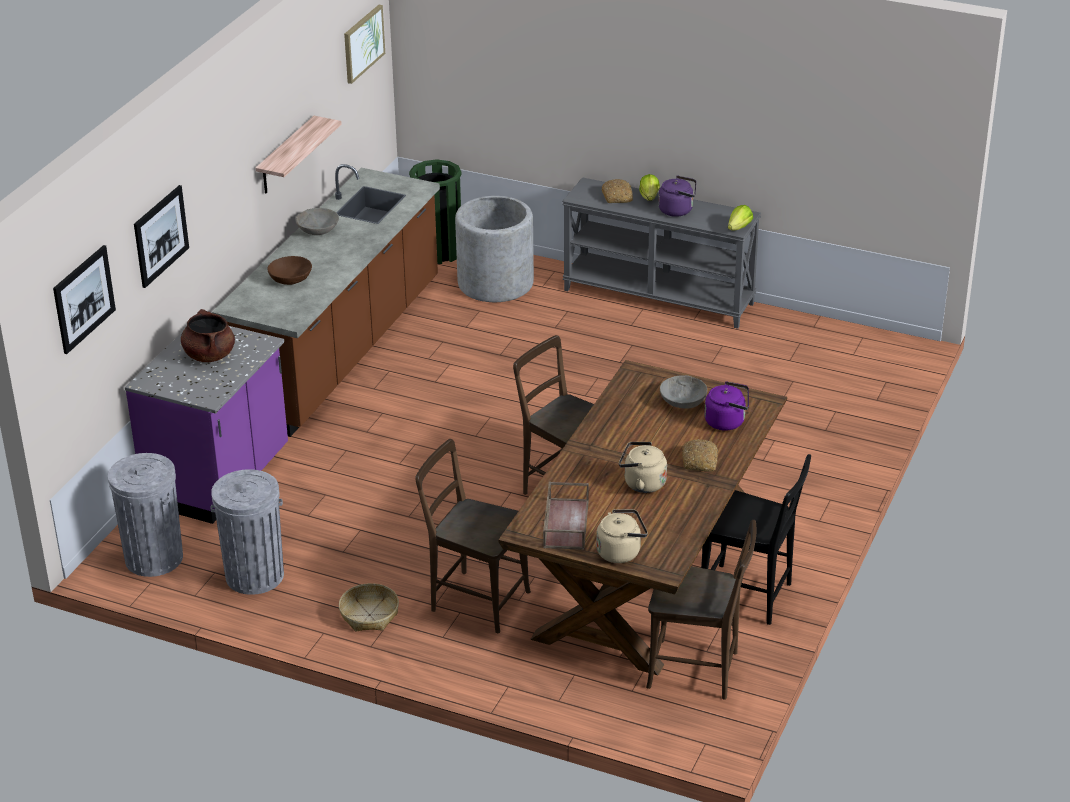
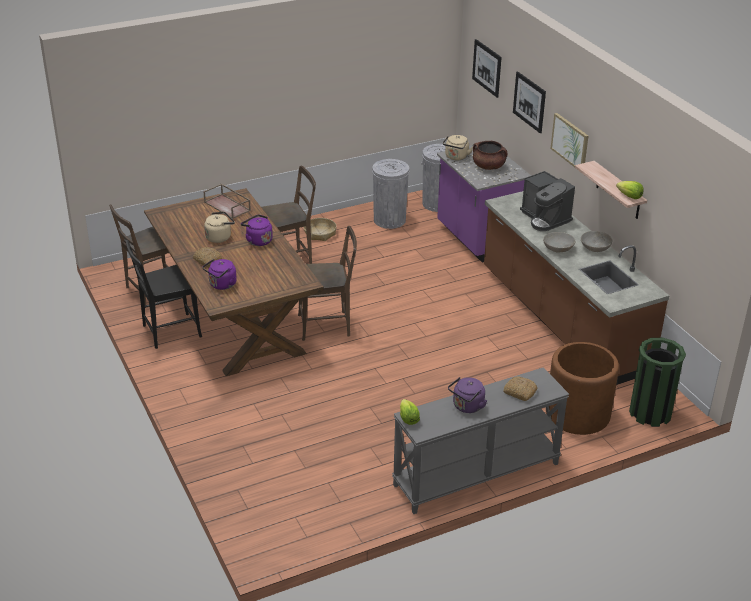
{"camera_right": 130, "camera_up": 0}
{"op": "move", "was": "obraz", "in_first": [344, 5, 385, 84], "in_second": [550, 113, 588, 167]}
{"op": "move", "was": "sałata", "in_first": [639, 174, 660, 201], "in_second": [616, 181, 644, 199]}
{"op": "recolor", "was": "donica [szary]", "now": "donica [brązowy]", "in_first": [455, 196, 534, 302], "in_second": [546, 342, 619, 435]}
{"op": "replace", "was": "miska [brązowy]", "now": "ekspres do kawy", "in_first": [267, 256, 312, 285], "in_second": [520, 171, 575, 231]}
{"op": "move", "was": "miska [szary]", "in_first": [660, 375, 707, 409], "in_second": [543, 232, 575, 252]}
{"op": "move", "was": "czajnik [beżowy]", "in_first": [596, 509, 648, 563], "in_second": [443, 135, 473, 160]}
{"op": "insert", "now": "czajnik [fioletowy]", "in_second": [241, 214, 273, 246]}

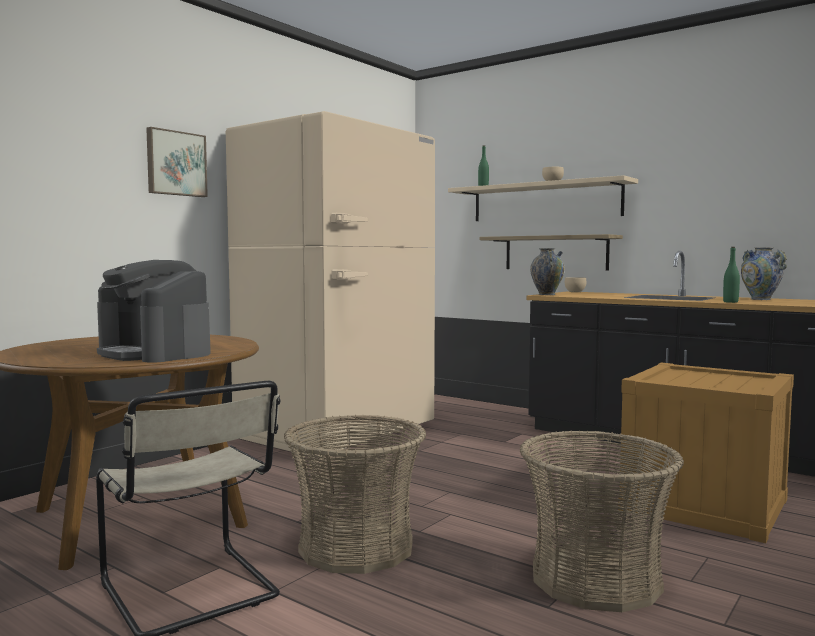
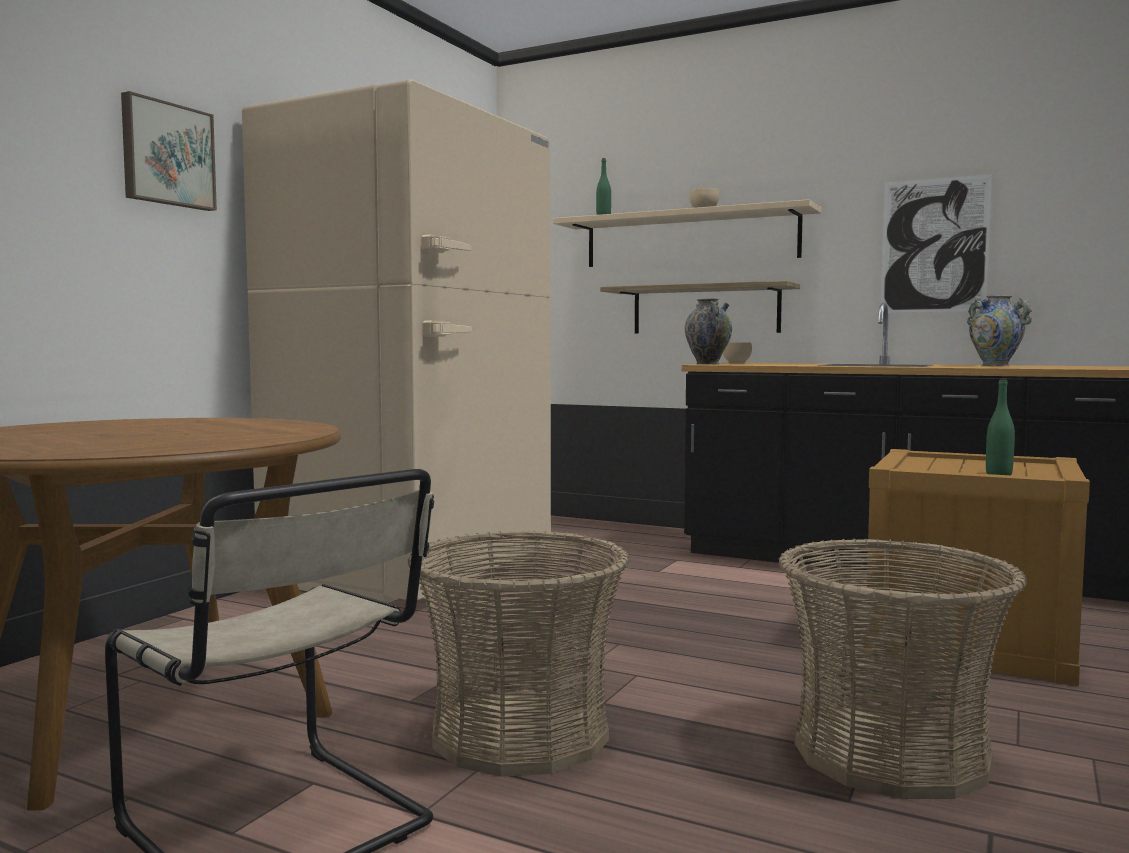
{"camera_right": -10, "camera_up": 0}
{"op": "move", "was": "butelka [zielony]", "in_first": [723, 247, 740, 303], "in_second": [986, 378, 1015, 475]}
{"op": "delete", "was": "ekspres do kawy", "in_first": [97, 260, 211, 363]}
{"op": "insert", "now": "obraz", "in_second": [881, 174, 992, 313]}

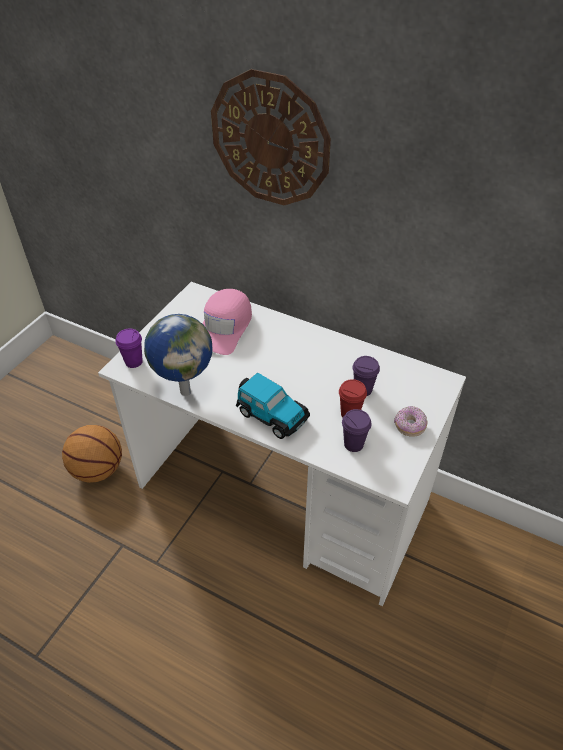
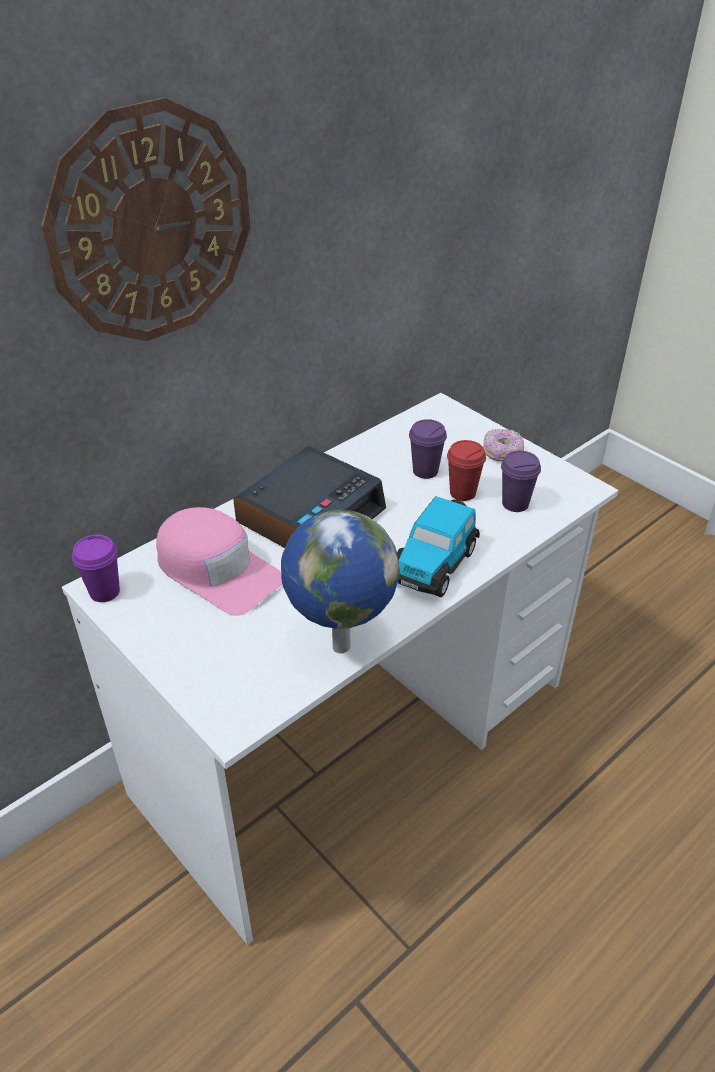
{"camera_right": -70, "camera_up": -5}
{"op": "move", "was": "filiżanka [fioletowy]", "in_first": [116, 328, 143, 368], "in_second": [72, 535, 120, 602]}
{"op": "rotate", "was": "samochodzik", "in_first": [236, 373, 310, 439], "in_second": [397, 496, 480, 597], "clockwise": 150}
{"op": "delete", "was": "piłka do koszykówki", "in_first": [62, 425, 122, 483]}
{"op": "insert", "now": "budzik", "in_second": [233, 446, 386, 548]}

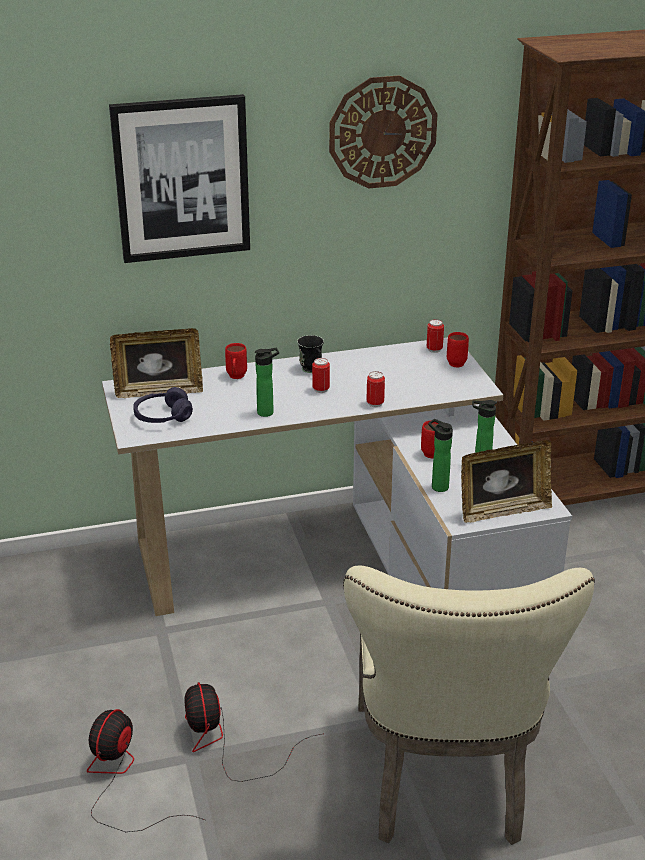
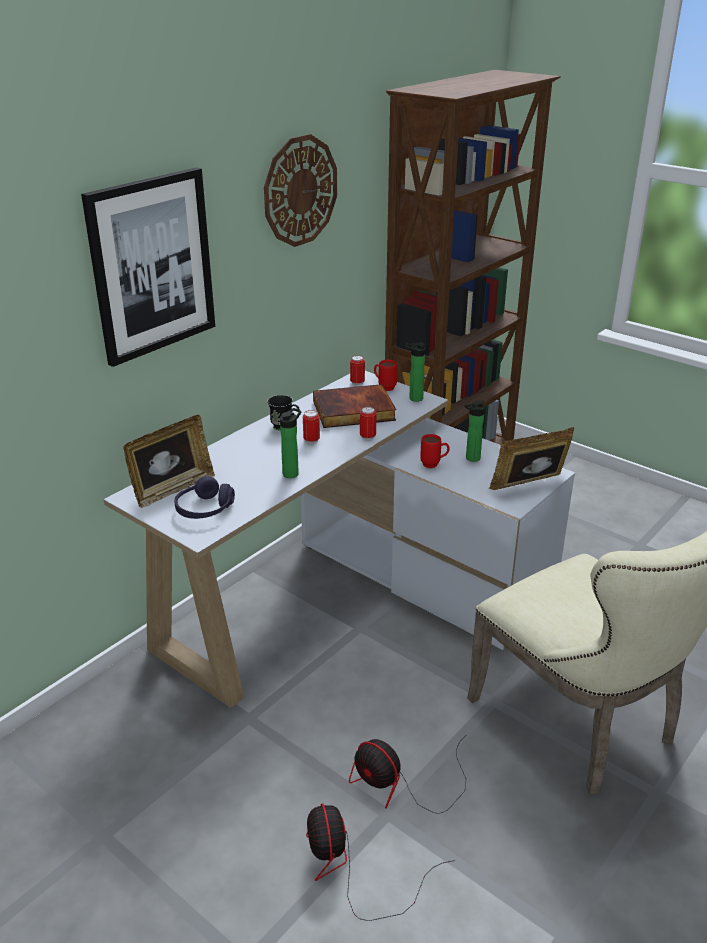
{"camera_right": -35, "camera_up": 0}
{"op": "delete", "was": "kubek [czerwony]", "in_first": [225, 343, 247, 379]}
{"op": "move", "was": "butelka", "in_first": [428, 419, 453, 492], "in_second": [406, 342, 426, 402]}
{"op": "rotate", "was": "ramka na zdjęcie", "in_first": [461, 440, 552, 523], "in_second": [489, 427, 575, 490], "clockwise": -150}
{"op": "insert", "now": "książka", "in_second": [313, 384, 396, 428]}

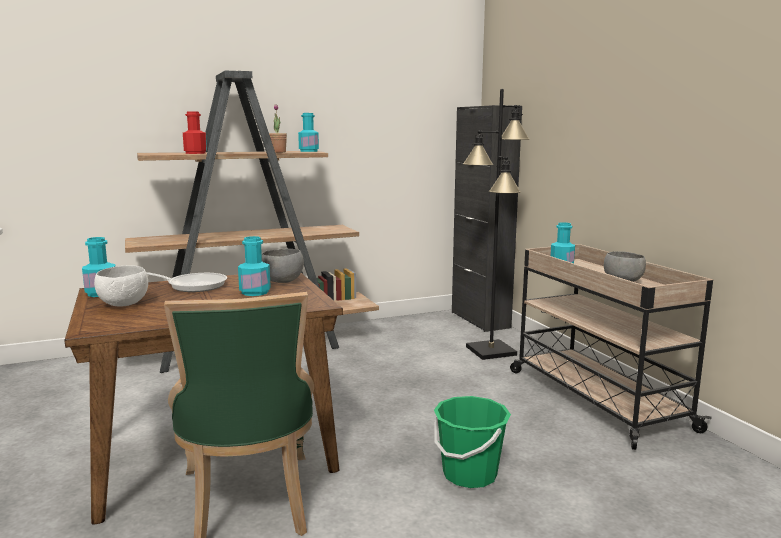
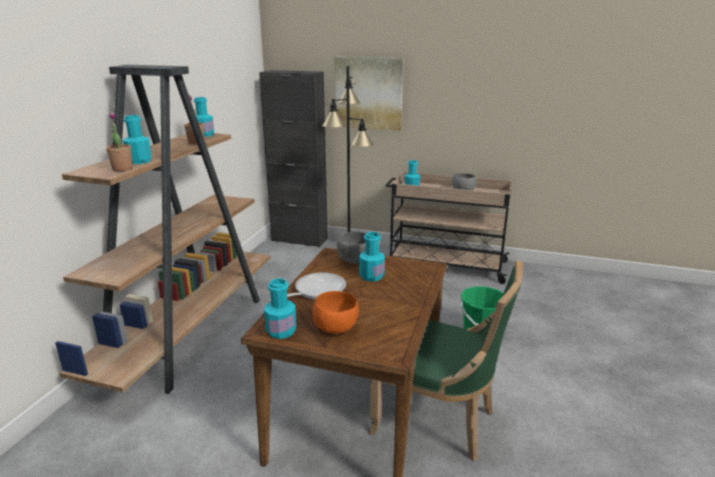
{"camera_right": -50, "camera_up": 10}
{"op": "recolor", "was": "butelka [czerwony]", "now": "butelka [turkusowy]", "in_first": [183, 112, 207, 154], "in_second": [123, 115, 152, 164]}
{"op": "recolor", "was": "miska [biały]", "now": "miska [pomarańczowy]", "in_first": [94, 265, 148, 307], "in_second": [312, 291, 359, 334]}
{"op": "insert", "now": "obraz", "in_second": [335, 57, 404, 131]}
{"op": "insert", "now": "roślina doniczkowa", "in_second": [106, 112, 132, 171]}

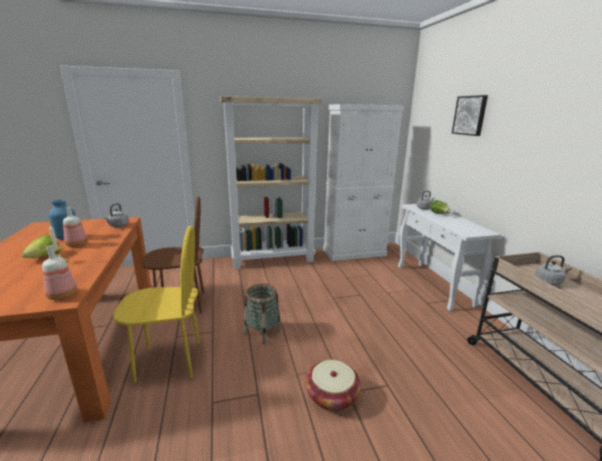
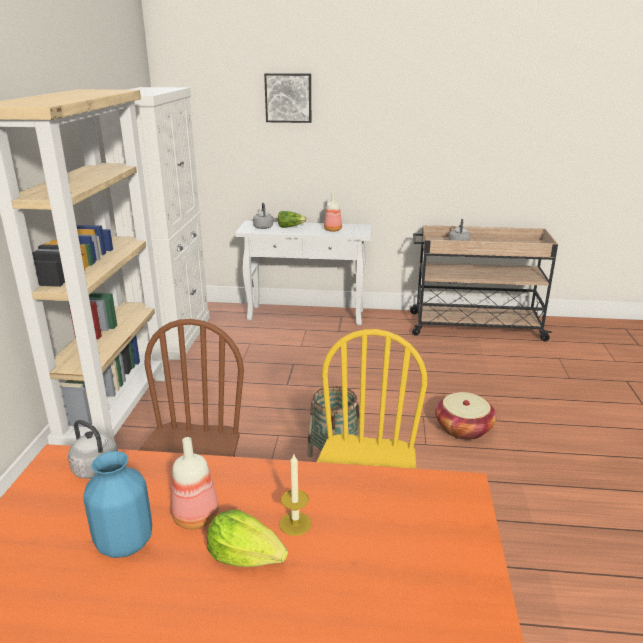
{"camera_right": -70, "camera_up": 5}
{"op": "move", "was": "butelka", "in_first": [42, 245, 77, 300], "in_second": [324, 193, 342, 232]}

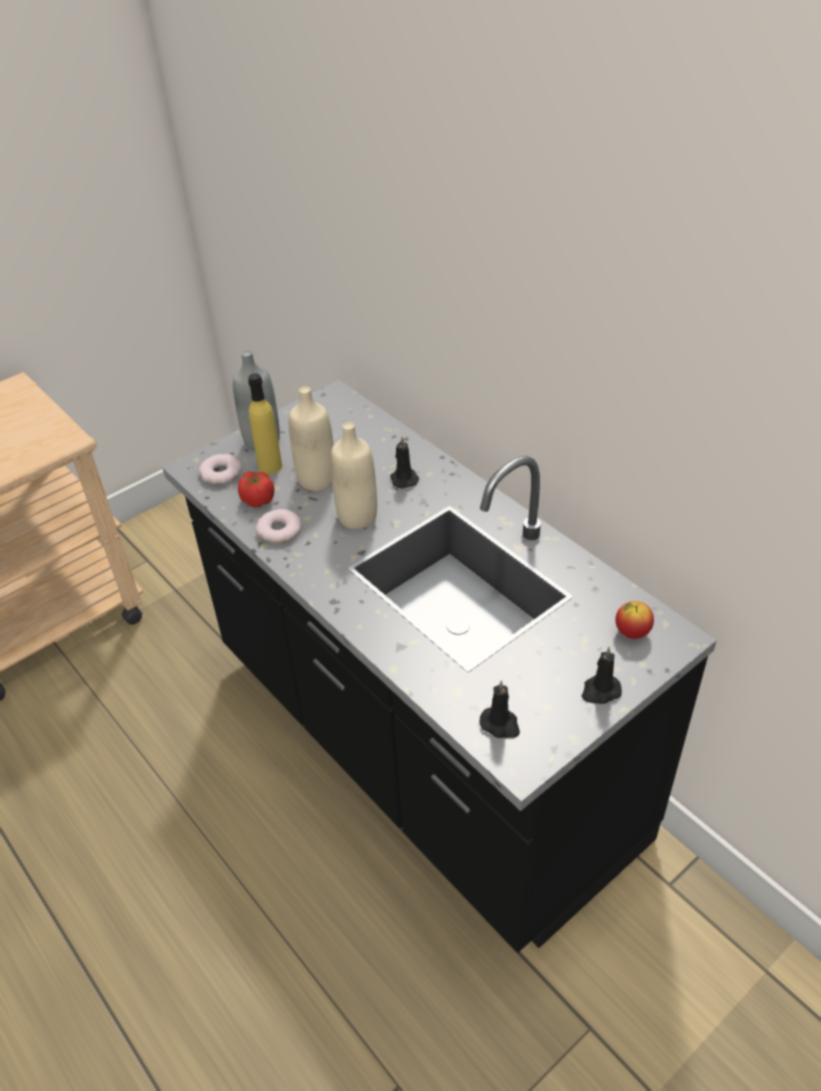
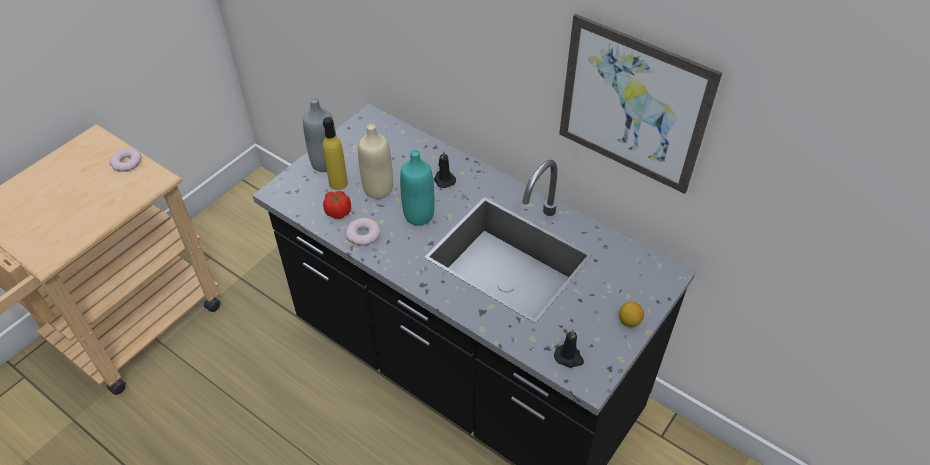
{"camera_right": -15, "camera_up": 5}
{"op": "recolor", "was": "butelka [beżowy]", "now": "butelka [turkusowy]", "in_first": [331, 422, 377, 529], "in_second": [400, 150, 435, 226]}
{"op": "move", "was": "donut", "in_first": [199, 454, 242, 484], "in_second": [109, 148, 142, 172]}
{"op": "delete", "was": "jabłko", "in_first": [615, 601, 654, 639]}
{"op": "replace", "was": "świeca [czarny]", "now": "cytryna", "in_first": [582, 647, 622, 704], "in_second": [619, 302, 644, 327]}
{"op": "insert", "now": "obraz", "in_second": [559, 14, 722, 194]}

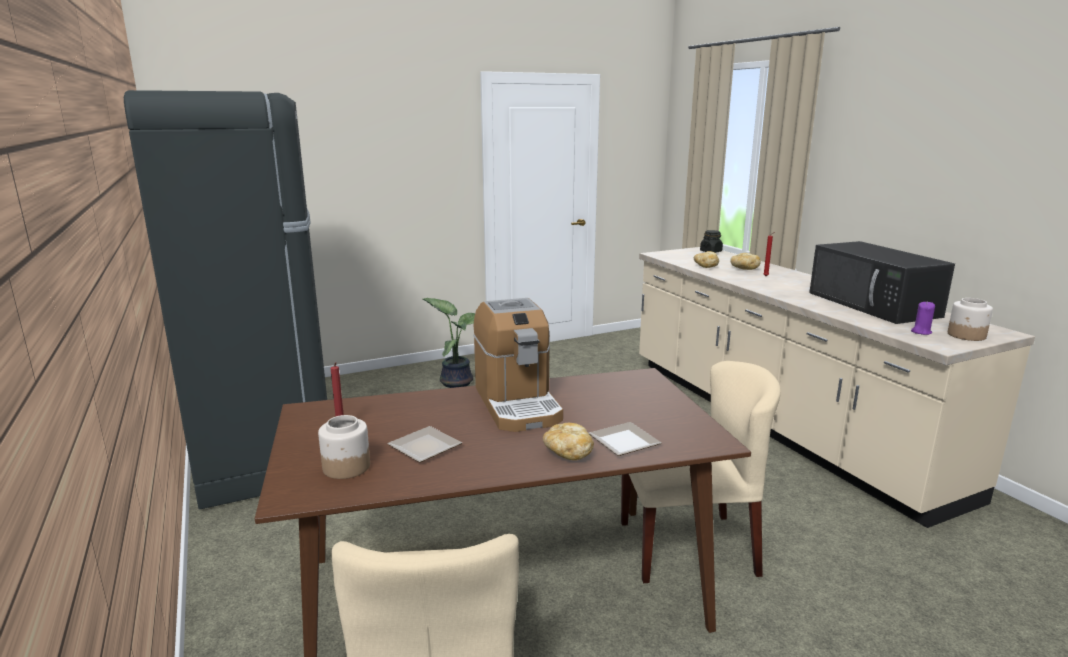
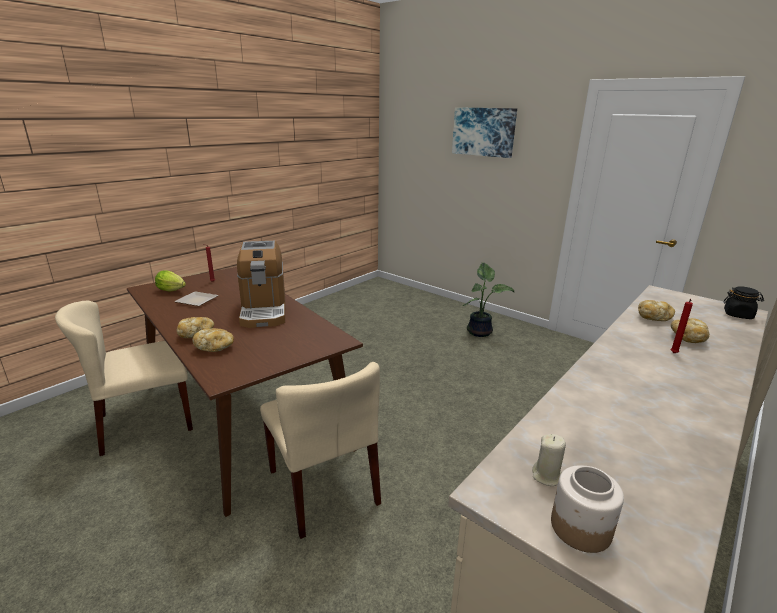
{"camera_right": 65, "camera_up": 5}
{"op": "delete", "was": "lodówka [czarny]", "in_first": [124, 90, 327, 509]}
{"op": "delete", "was": "mikrofalówka [czarny]", "in_first": [809, 241, 955, 324]}
{"op": "rotate", "was": "ekspres do kawy", "in_first": [474, 298, 563, 432], "in_second": [237, 241, 285, 328], "clockwise": -60}
{"op": "recolor", "was": "świeca [fioletowy]", "now": "świeca [beżowy]", "in_first": [911, 301, 935, 335], "in_second": [532, 434, 566, 486]}
{"op": "replace", "was": "słoik", "now": "sałata", "in_first": [318, 415, 370, 479], "in_second": [155, 270, 186, 292]}
{"op": "replace", "was": "talerz", "now": "chleb", "in_first": [589, 422, 662, 456], "in_second": [192, 328, 234, 352]}
{"op": "insert", "now": "obraz", "in_second": [452, 107, 517, 158]}

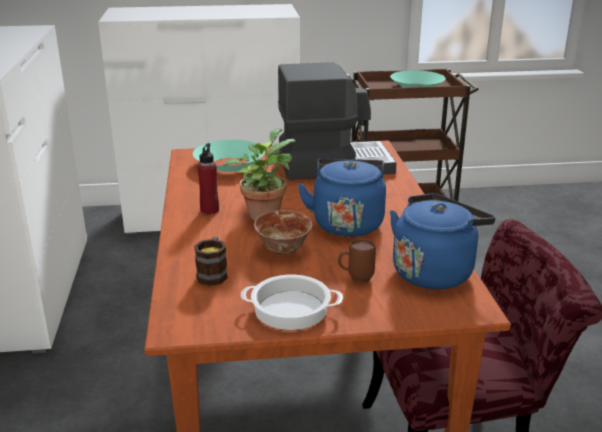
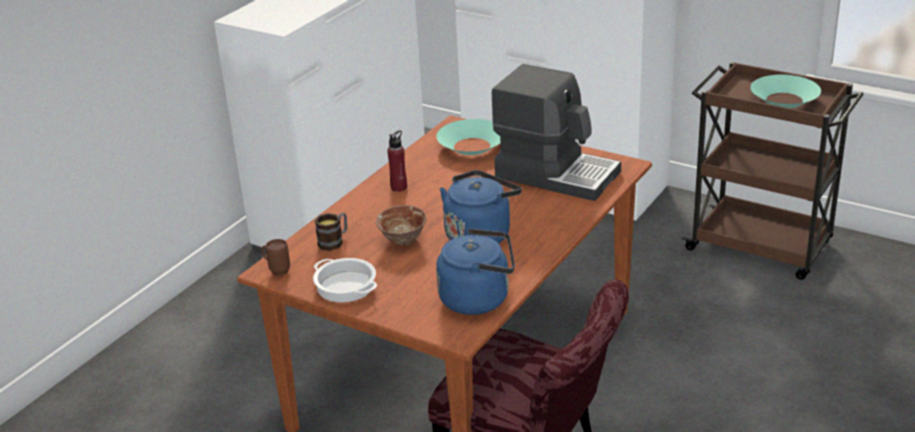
{"camera_right": 40, "camera_up": 5}
{"op": "delete", "was": "roślina doniczkowa", "in_first": [223, 128, 296, 220]}
{"op": "move", "was": "kubek [brązowy]", "in_first": [338, 238, 376, 283], "in_second": [261, 239, 290, 276]}

